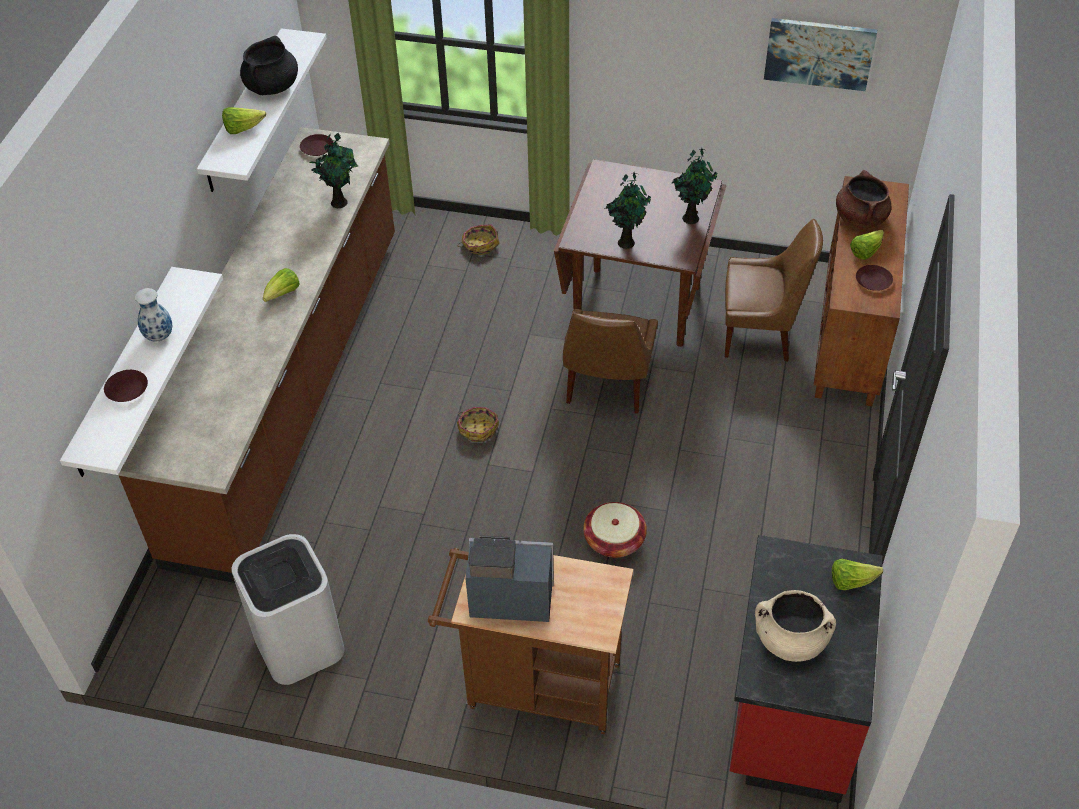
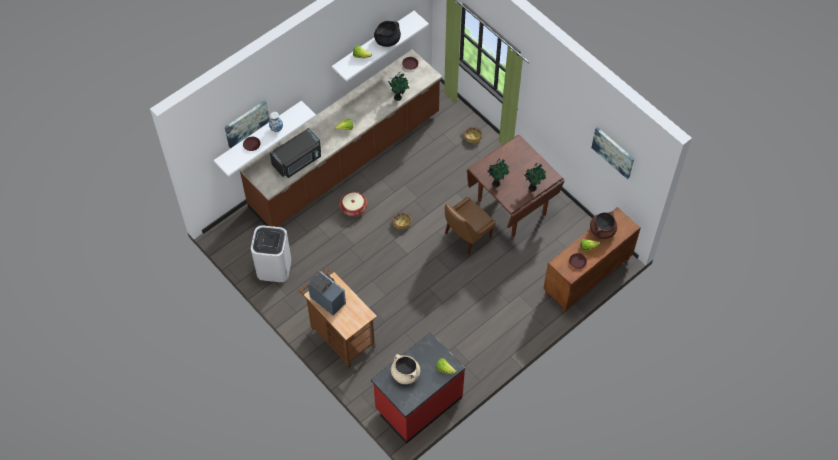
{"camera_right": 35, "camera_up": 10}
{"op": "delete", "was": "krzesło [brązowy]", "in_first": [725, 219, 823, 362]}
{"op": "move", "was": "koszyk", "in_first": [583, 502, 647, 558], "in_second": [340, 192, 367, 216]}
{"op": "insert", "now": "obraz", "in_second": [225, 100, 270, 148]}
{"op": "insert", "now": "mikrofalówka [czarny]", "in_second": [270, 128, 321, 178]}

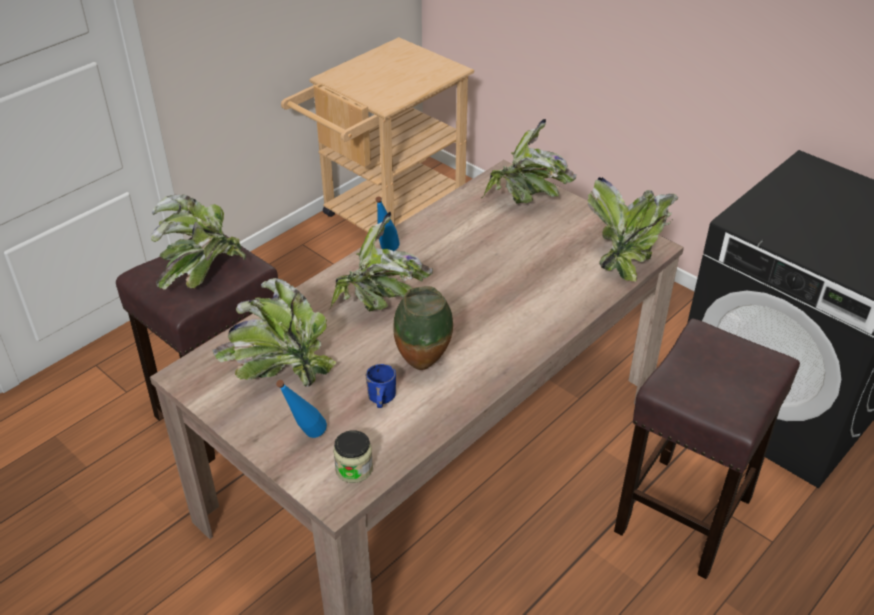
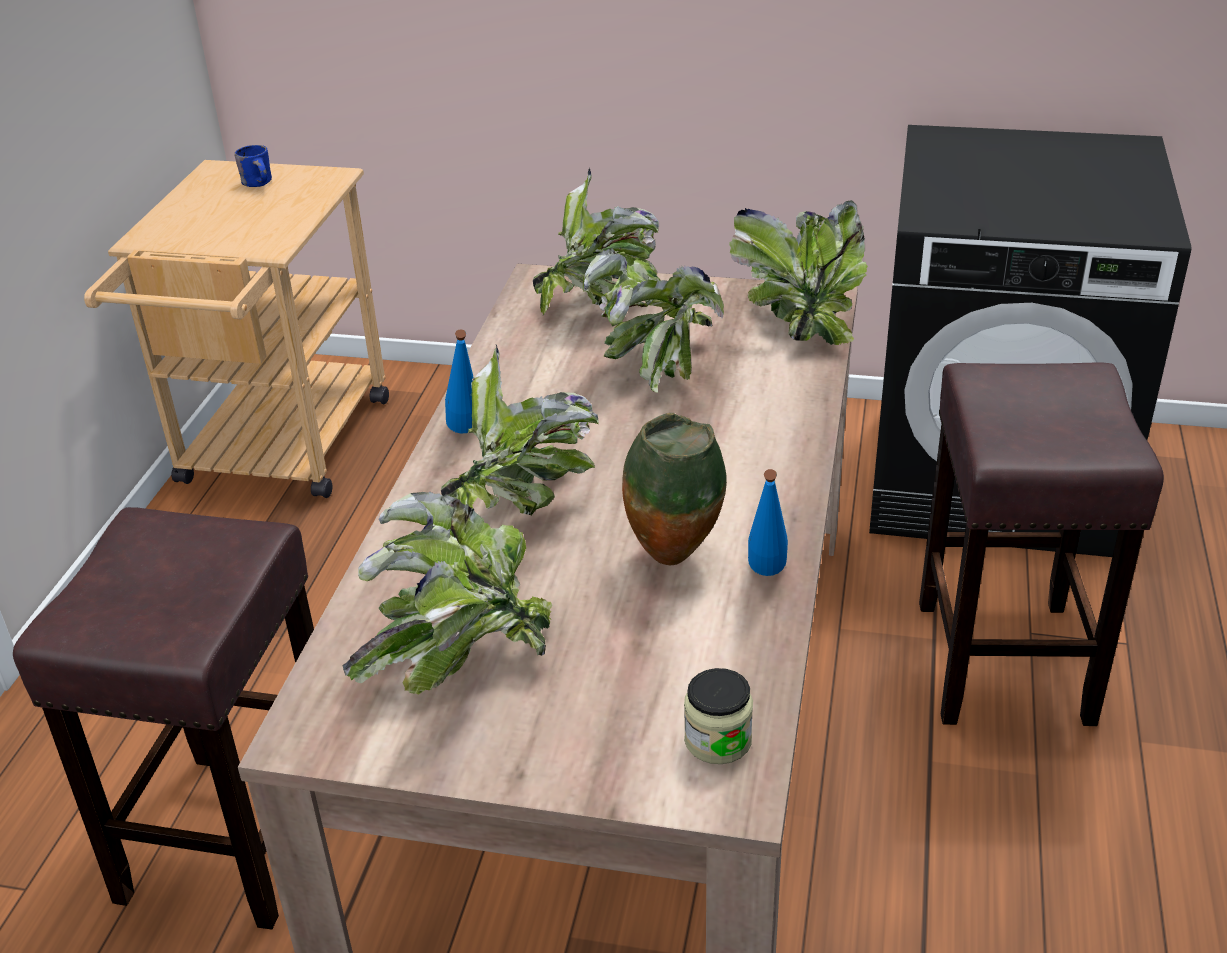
{"camera_right": -30, "camera_up": -5}
{"op": "move", "was": "roślina doniczkowa", "in_first": [151, 194, 246, 289], "in_second": [583, 248, 724, 393]}
{"op": "move", "was": "kubek [niebieski]", "in_first": [366, 364, 396, 408], "in_second": [234, 145, 272, 187]}
{"op": "move", "was": "butelka [niebieski]", "in_first": [276, 380, 327, 438], "in_second": [748, 469, 788, 576]}

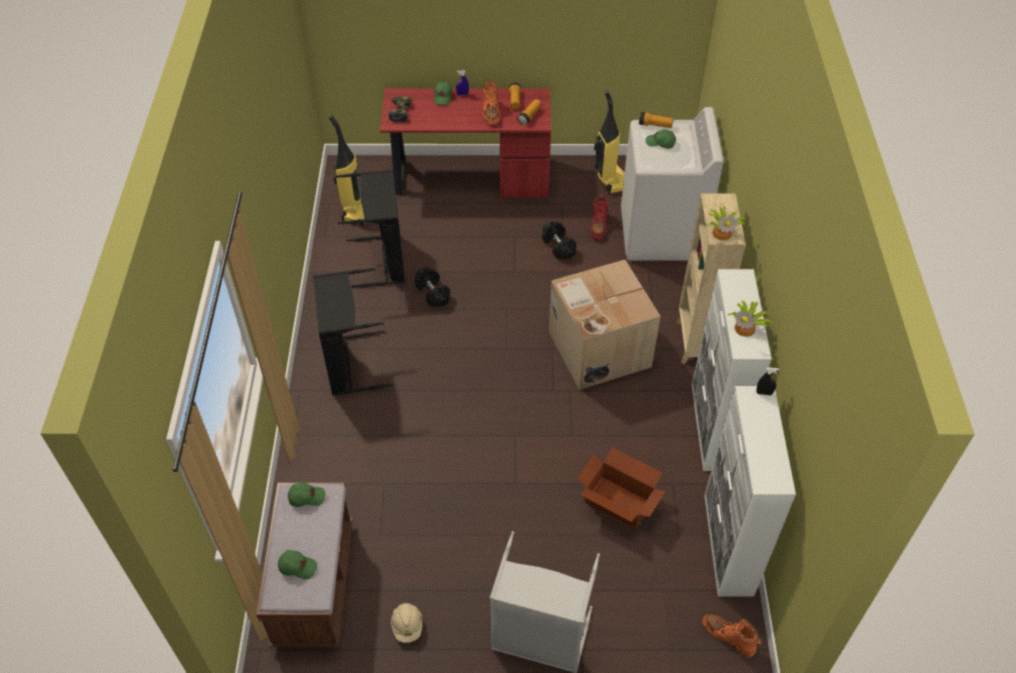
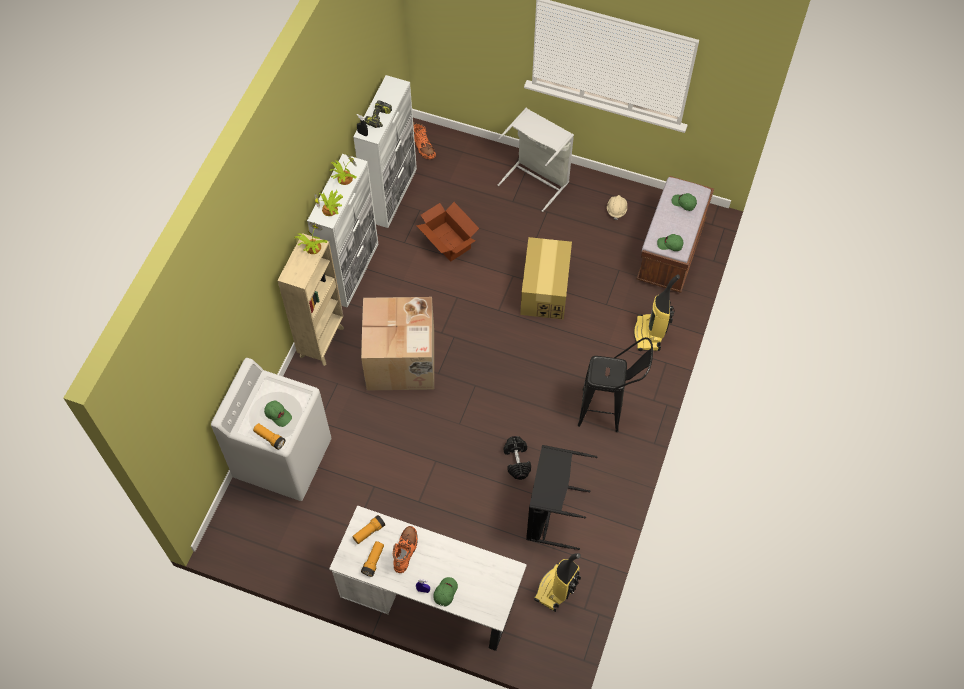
{"camera_right": -160, "camera_up": 10}
{"op": "recolor", "was": "biurko [czerwony]", "now": "biurko [biały]", "in_first": [380, 88, 551, 198], "in_second": [329, 505, 527, 651]}
{"op": "move", "was": "odkurzacz", "in_first": [594, 90, 625, 194], "in_second": [634, 274, 680, 351]}
{"op": "move", "was": "wiertarka", "in_first": [389, 96, 411, 122], "in_second": [364, 100, 392, 128]}
{"op": "delete", "was": "but z cholewką [czerwony]", "in_first": [590, 194, 609, 239]}
{"op": "delete", "was": "hantel [czarny]", "in_first": [542, 221, 576, 259]}
{"op": "replace", "was": "kosz na pranie [czarny]", "now": "stołek [czarny]", "in_first": [313, 268, 393, 396], "in_second": [578, 337, 653, 432]}
{"op": "insert", "now": "roślina doniczkowa", "in_second": [315, 190, 343, 216]}
{"op": "insert", "now": "karton", "in_second": [520, 237, 572, 319]}

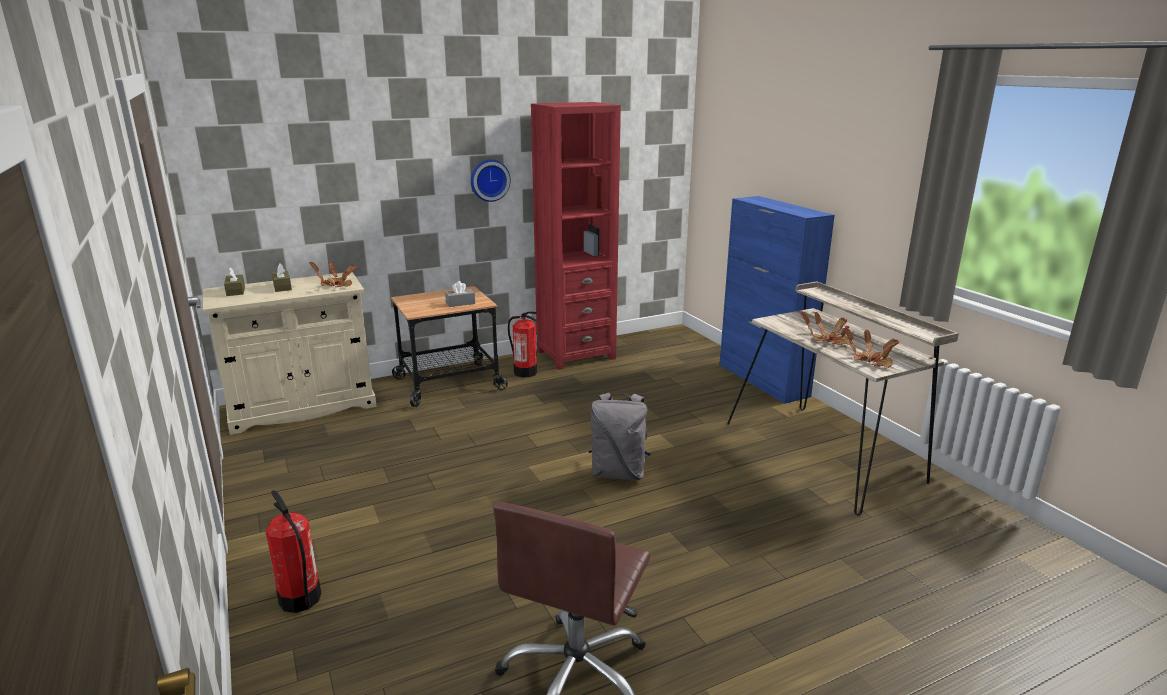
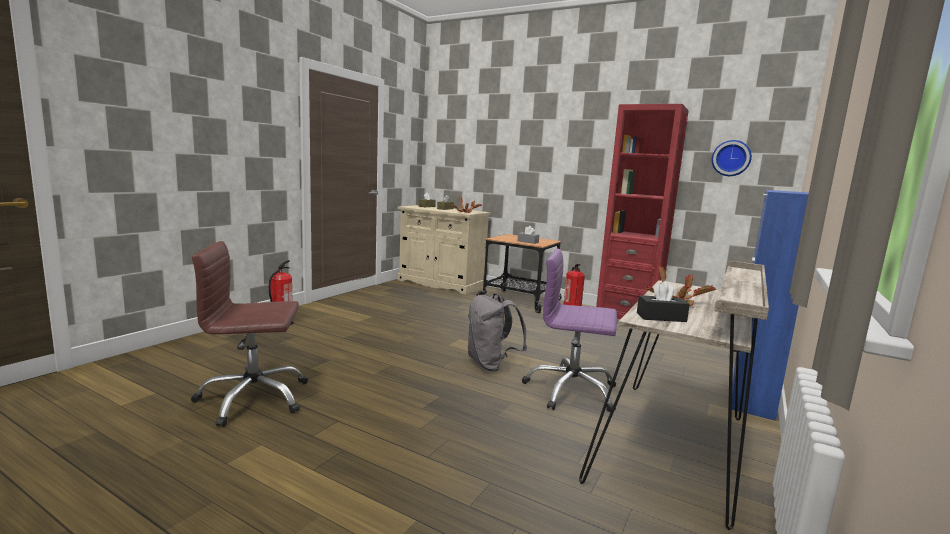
{"camera_right": 55, "camera_up": -10}
{"op": "move", "was": "zegar ścienny", "in_first": [471, 159, 511, 202], "in_second": [712, 140, 752, 176]}
{"op": "replace", "was": "roślina doniczkowa", "now": "pudełko chusteczek [czarny]", "in_first": [843, 327, 900, 368], "in_second": [637, 281, 690, 322]}
{"op": "insert", "now": "krzesło biurowe [fioletowy]", "in_second": [522, 249, 617, 412]}

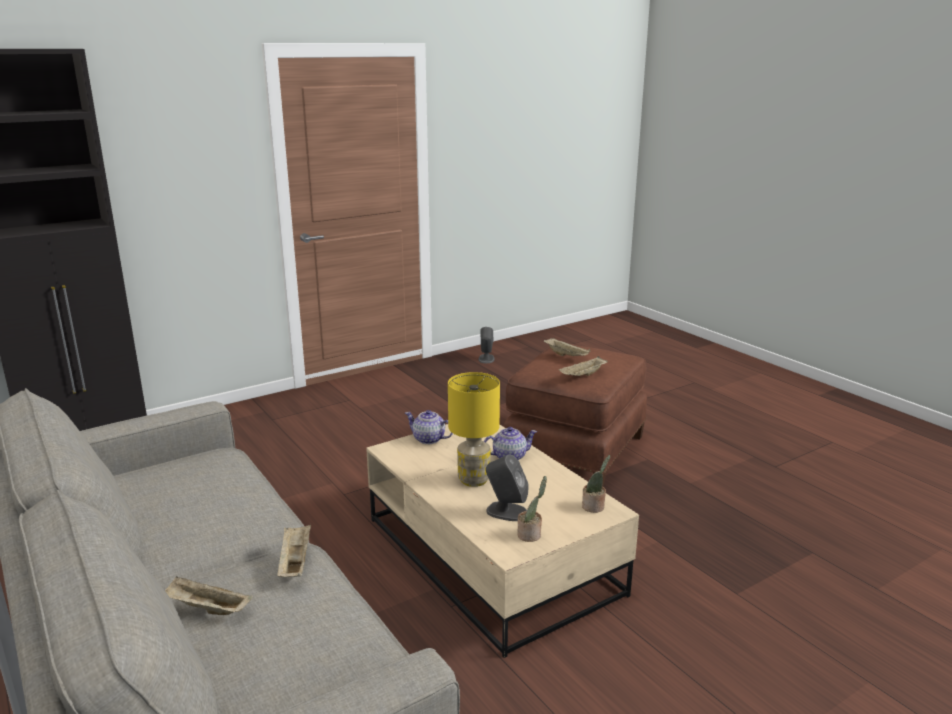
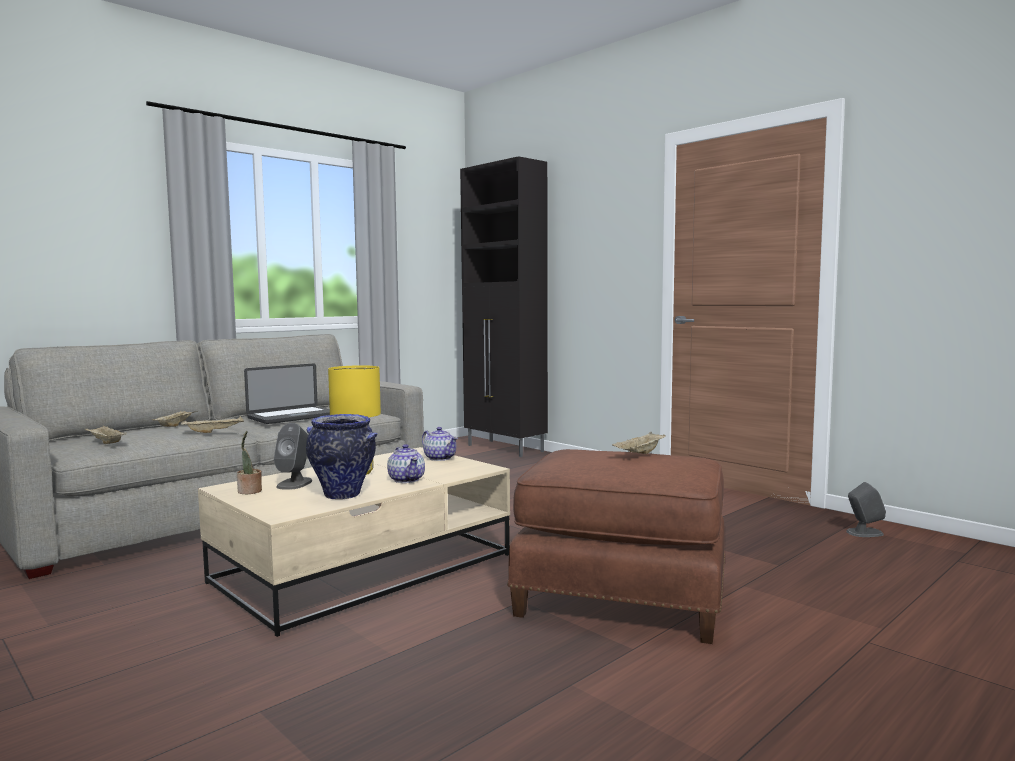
{"camera_right": 80, "camera_up": -15}
{"op": "move", "was": "taca [beżowy]", "in_first": [559, 356, 608, 376], "in_second": [85, 426, 127, 444]}
{"op": "rotate", "was": "imbryk", "in_first": [405, 410, 453, 444], "in_second": [422, 427, 458, 461], "clockwise": 120}
{"op": "delete", "was": "roślina doniczkowa", "in_first": [582, 455, 610, 513]}
{"op": "insert", "now": "laptop", "in_second": [244, 364, 330, 424]}
{"op": "insert", "now": "wazon", "in_second": [306, 414, 378, 499]}

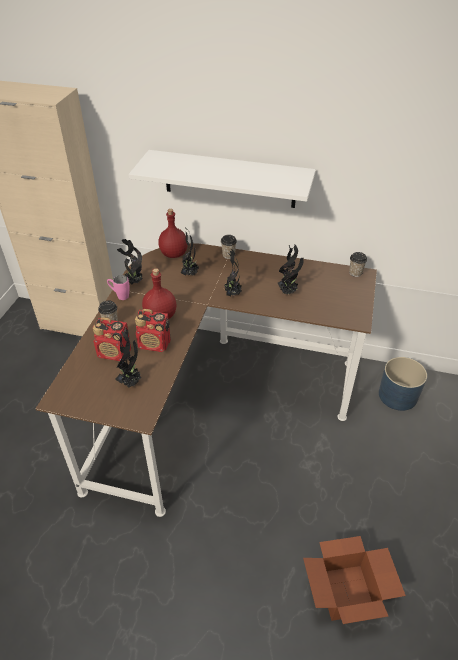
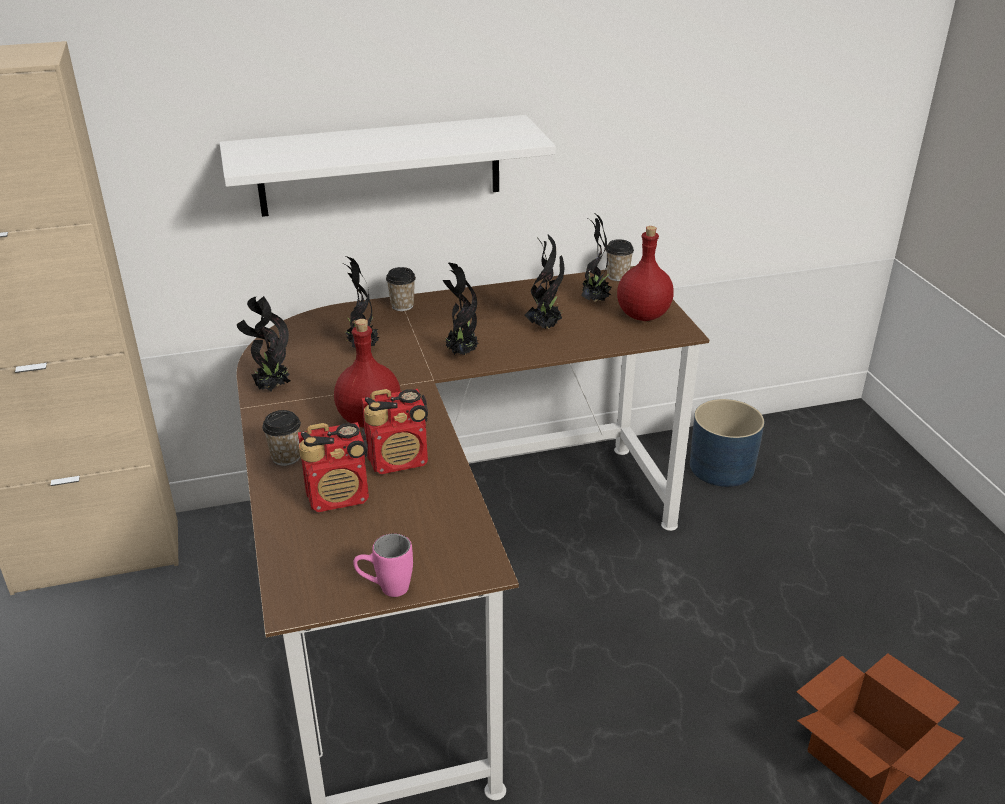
{"camera_right": -30, "camera_up": -10}
{"op": "move", "was": "butelka [czerwony]", "in_first": [158, 209, 188, 258], "in_second": [617, 226, 674, 321]}
{"op": "move", "was": "kubek [różowy]", "in_first": [107, 275, 130, 300], "in_second": [353, 533, 413, 597]}
{"op": "move", "was": "roślina doniczkowa", "in_first": [115, 332, 141, 387], "in_second": [580, 212, 611, 302]}

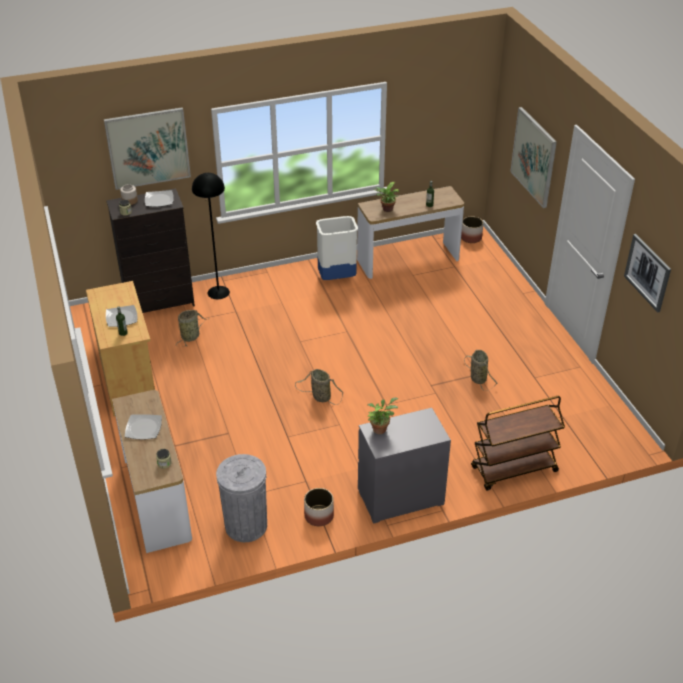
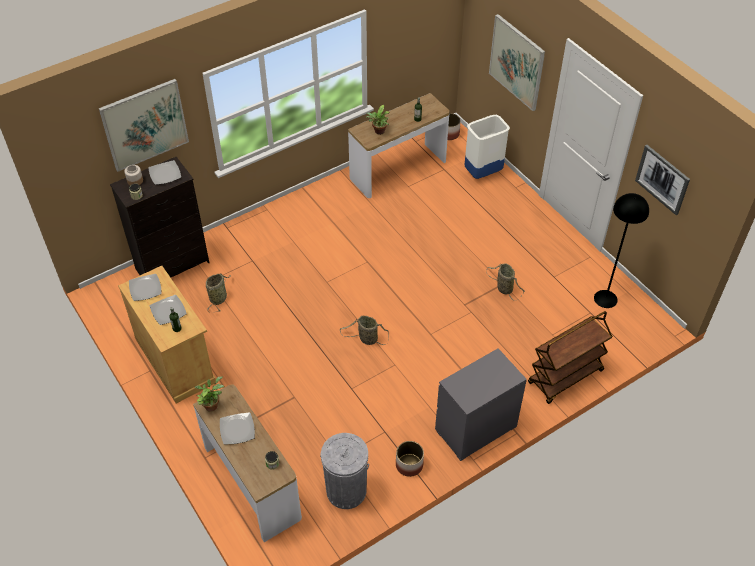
{"camera_right": -15, "camera_up": 10}
{"op": "move", "was": "lampa stojąca [czarny]", "in_first": [192, 173, 230, 299], "in_second": [594, 193, 649, 308]}
{"op": "move", "was": "kosz na śmieci [biały]", "in_first": [316, 216, 358, 280], "in_second": [465, 115, 510, 179]}
{"op": "move", "was": "roślina doniczkowa", "in_first": [368, 397, 398, 434], "in_second": [195, 376, 224, 412]}
{"op": "insert", "now": "talerz", "in_second": [129, 274, 162, 301]}

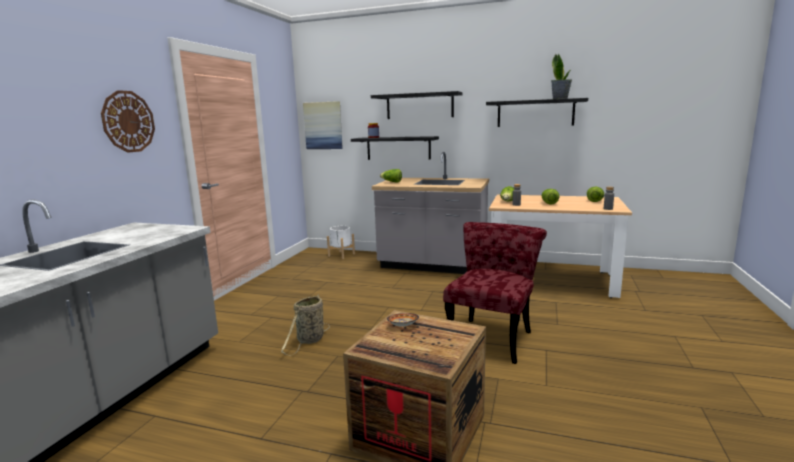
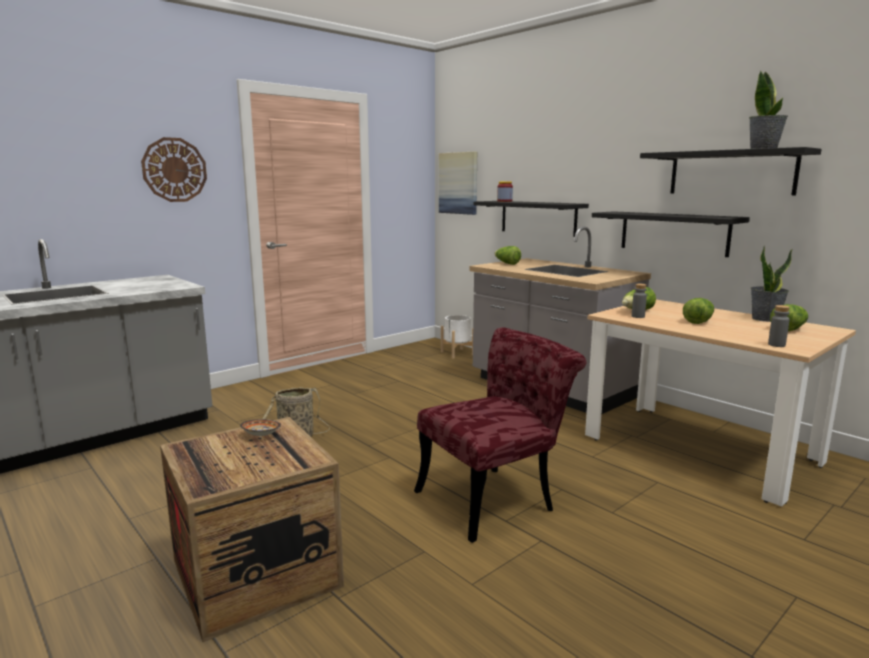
{"camera_right": 30, "camera_up": 0}
{"op": "move", "was": "półka [czarny]", "in_first": [371, 91, 463, 119], "in_second": [592, 211, 750, 257]}
{"op": "insert", "now": "roślina doniczkowa", "in_second": [751, 245, 792, 322]}

